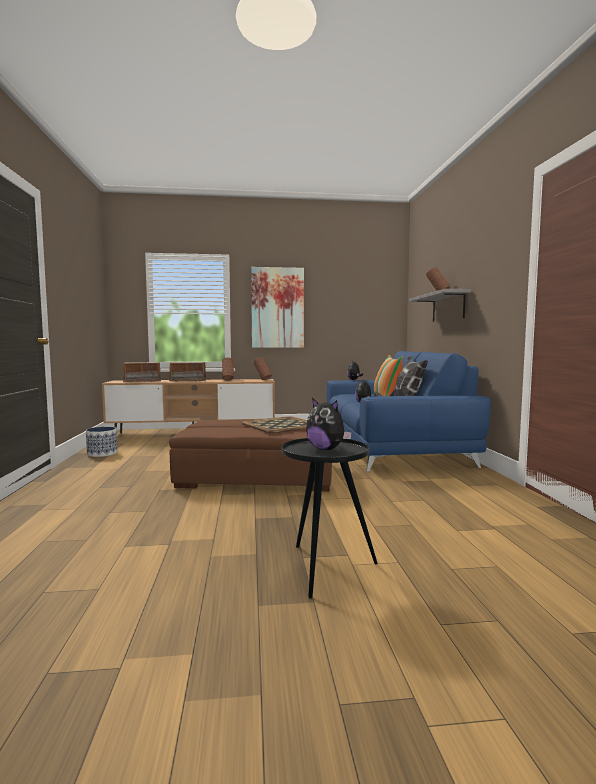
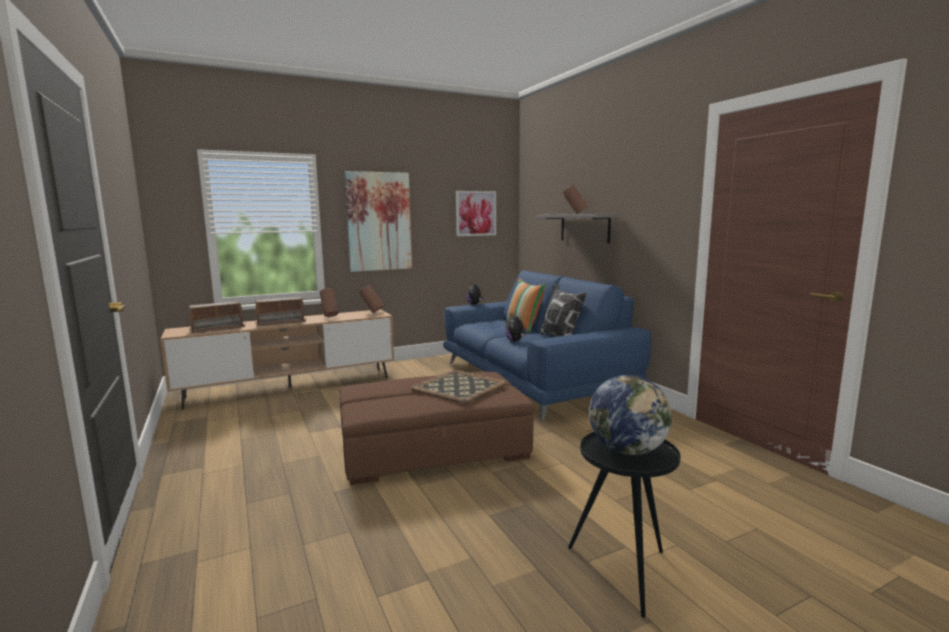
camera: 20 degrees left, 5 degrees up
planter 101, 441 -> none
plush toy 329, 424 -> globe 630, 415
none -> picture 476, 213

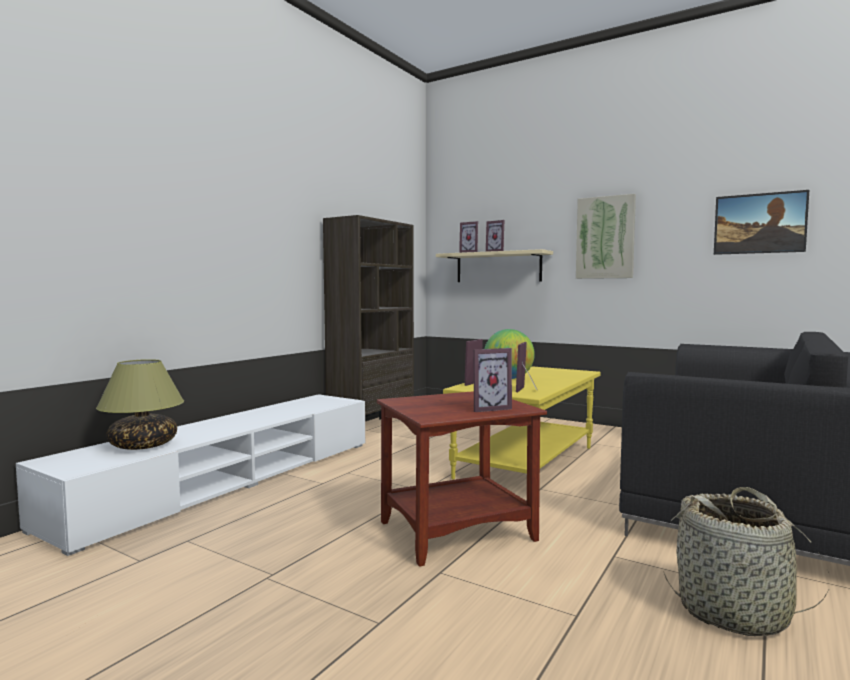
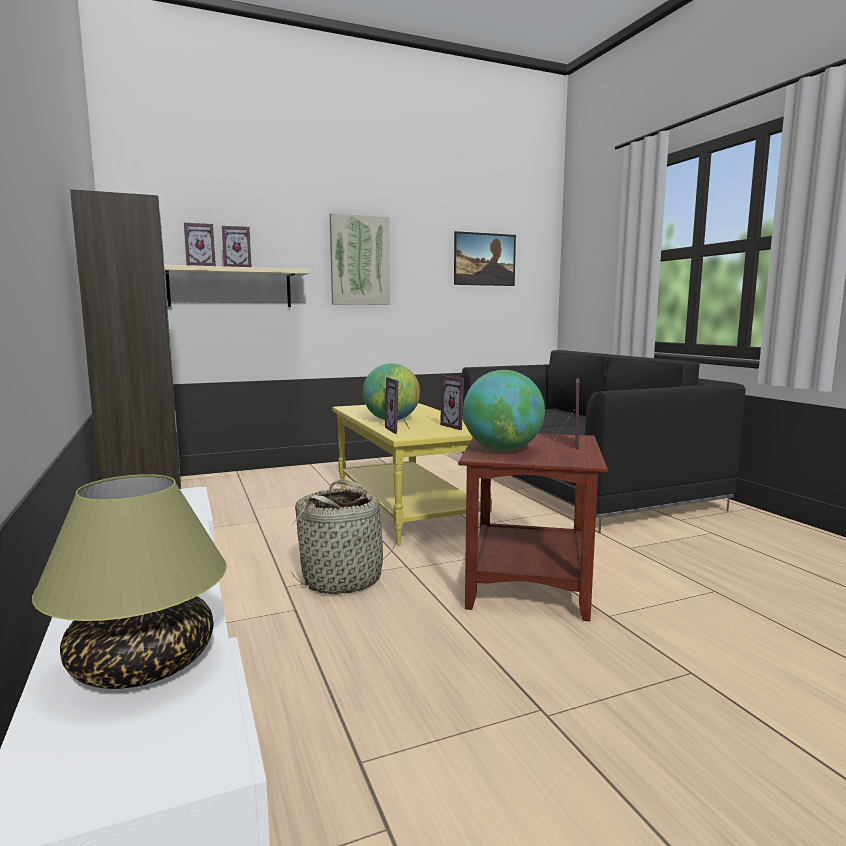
camera: 55 degrees left, 5 degrees up
basket 746, 561 -> basket 345, 537, move
none -> globe 504, 410

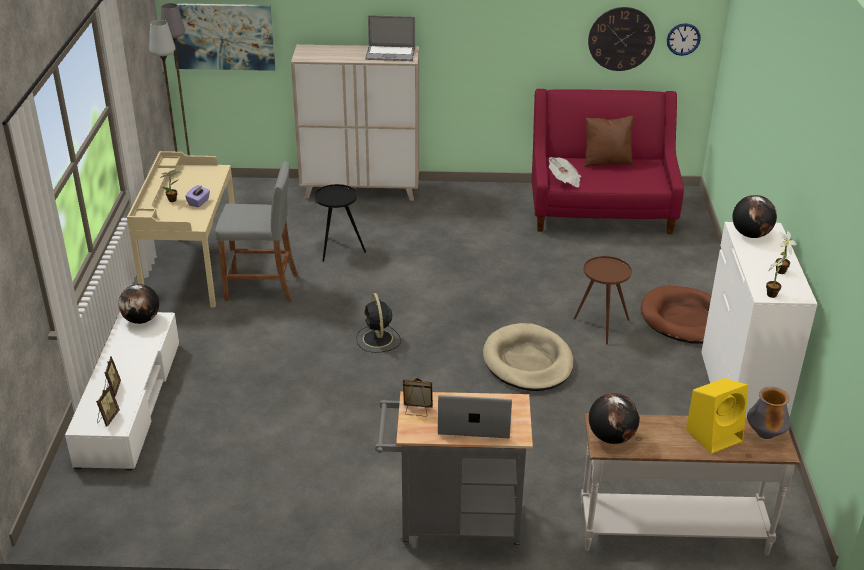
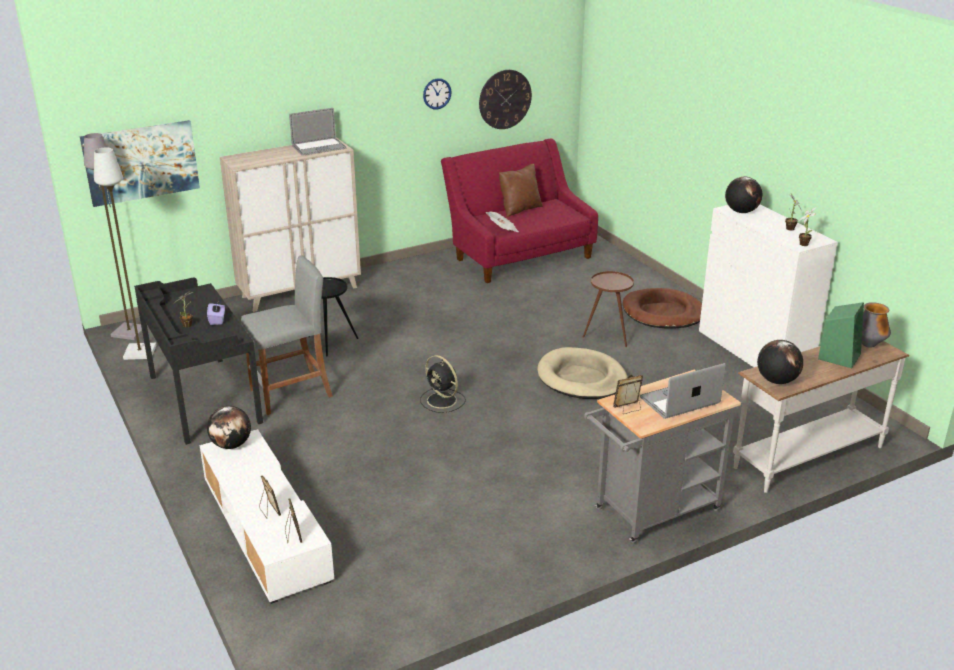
camera: 30 degrees left, 5 degrees down
desk (beige) 181, 229 -> desk (black) 198, 361
wall clock 684, 39 -> wall clock 437, 94, move
speaker (yellow) 717, 416 -> speaker (green) 841, 335

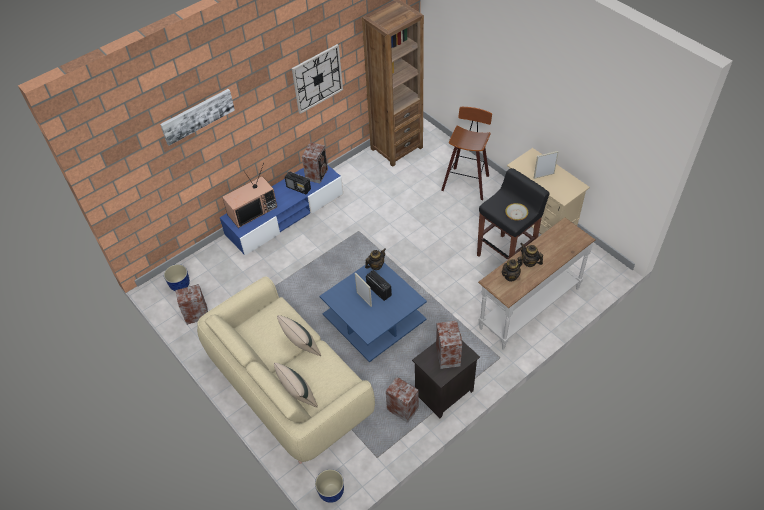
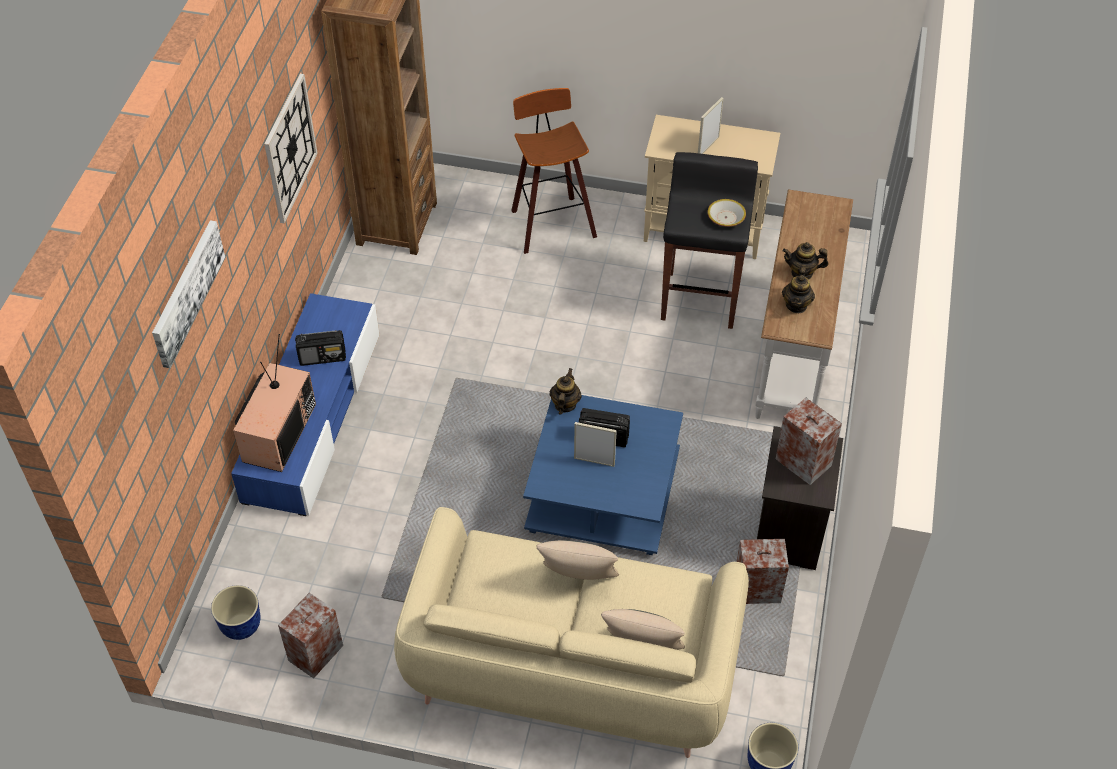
camera: 40 degrees left, 0 degrees up
speaker 315, 163 -> none

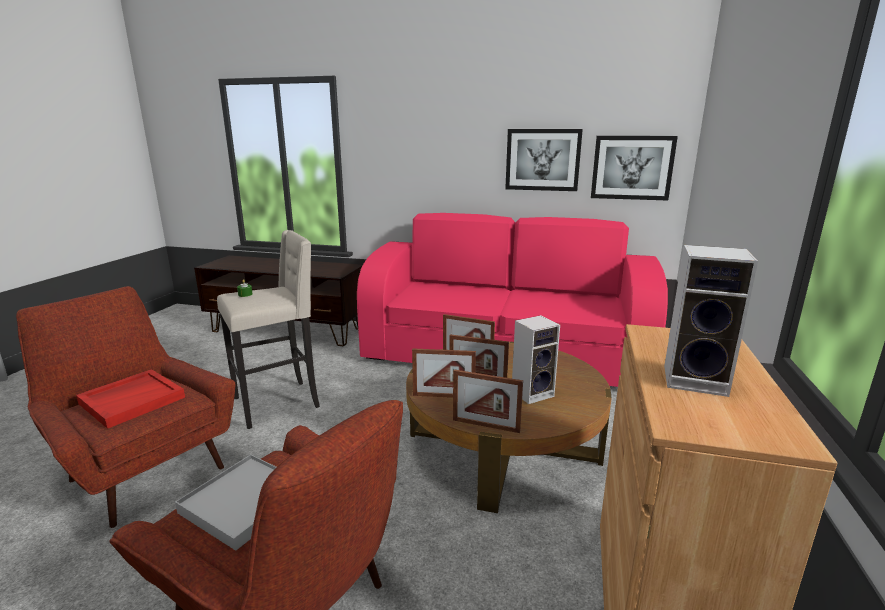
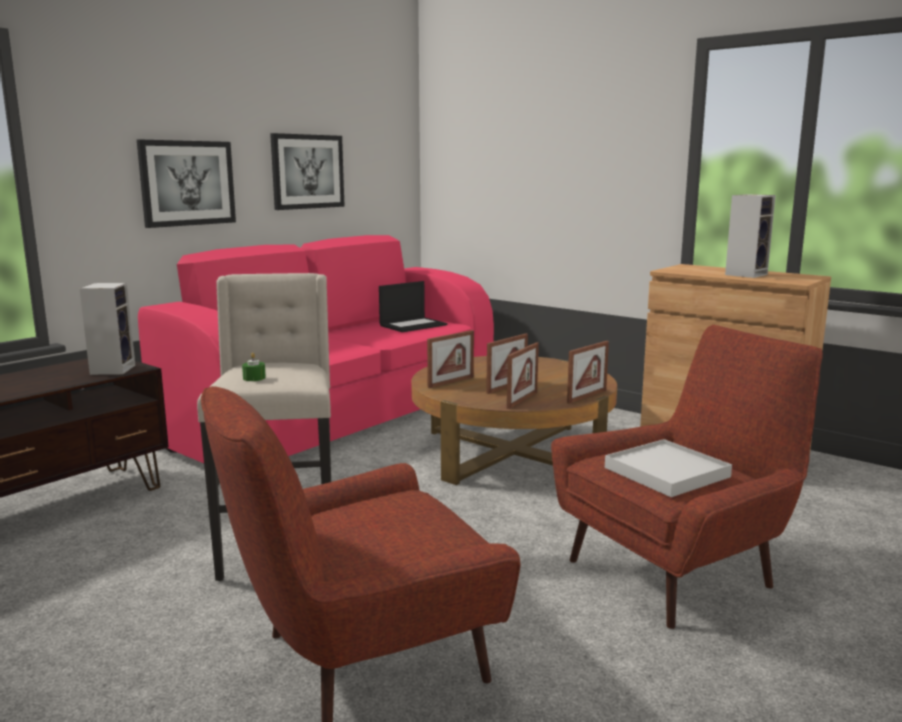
camera: 65 degrees left, 5 degrees down
tray (red) 130, 399 -> none
speaker 536, 359 -> speaker 107, 329, move
picture 634, 168 -> picture 186, 183, move
none -> laptop 413, 306

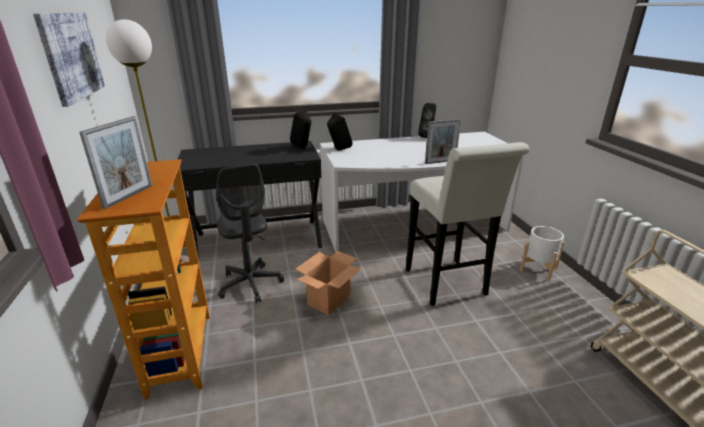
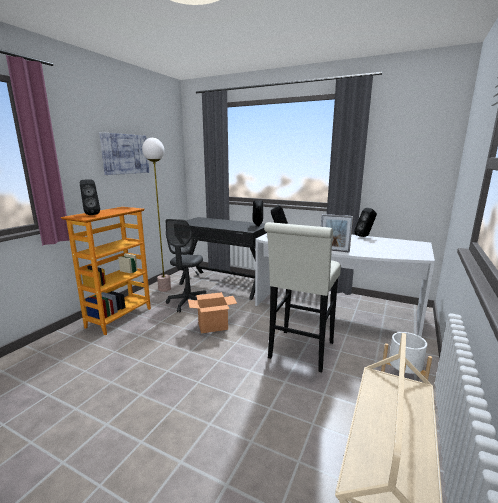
camera: 40 degrees right, 10 degrees down
picture frame 115, 162 -> speaker (black) 90, 197

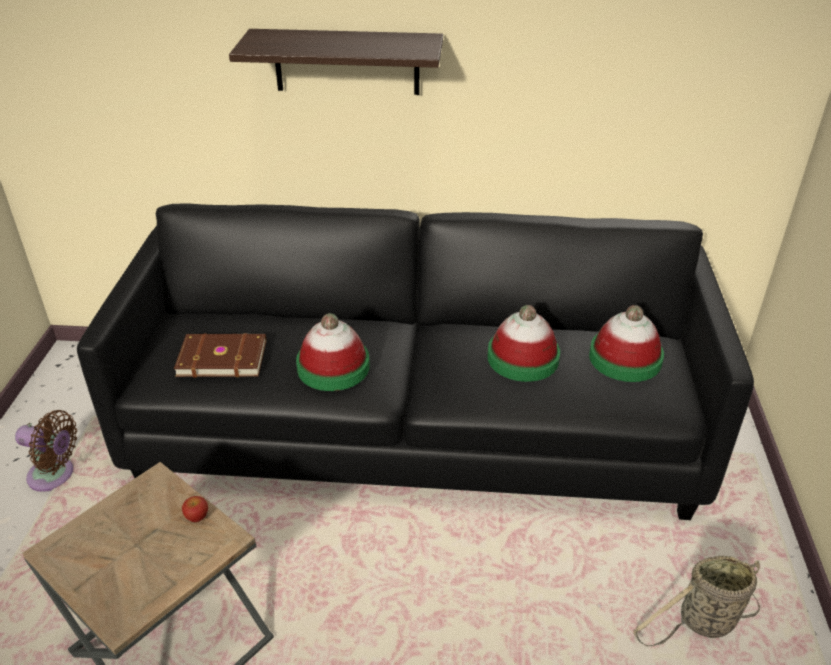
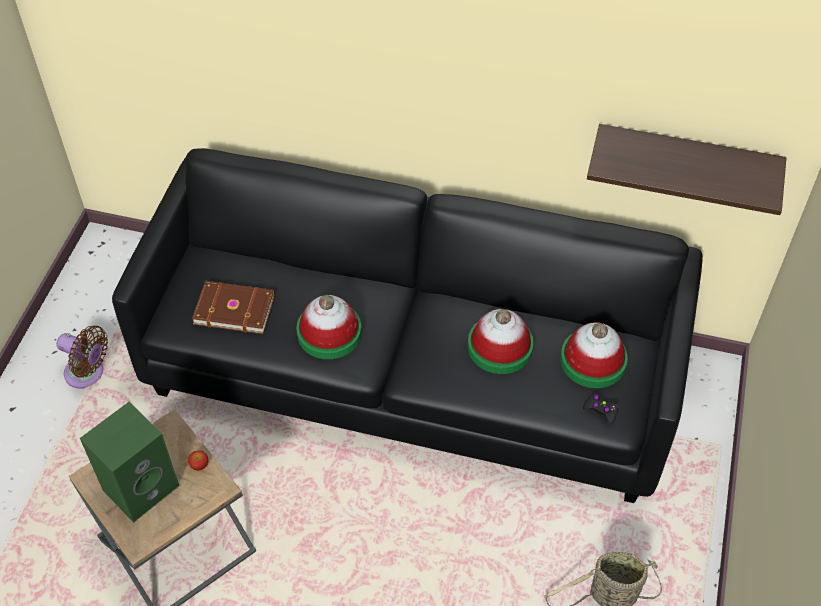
camera: 10 degrees right, 15 degrees up
shelf 336, 62 -> shelf 687, 169, move
none -> speaker (green) 129, 462
none -> game controller (black) 600, 409

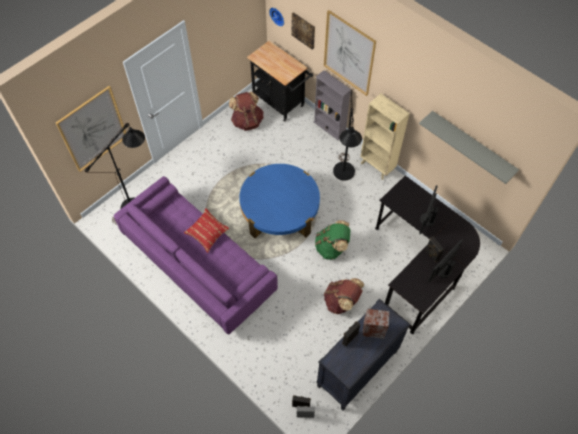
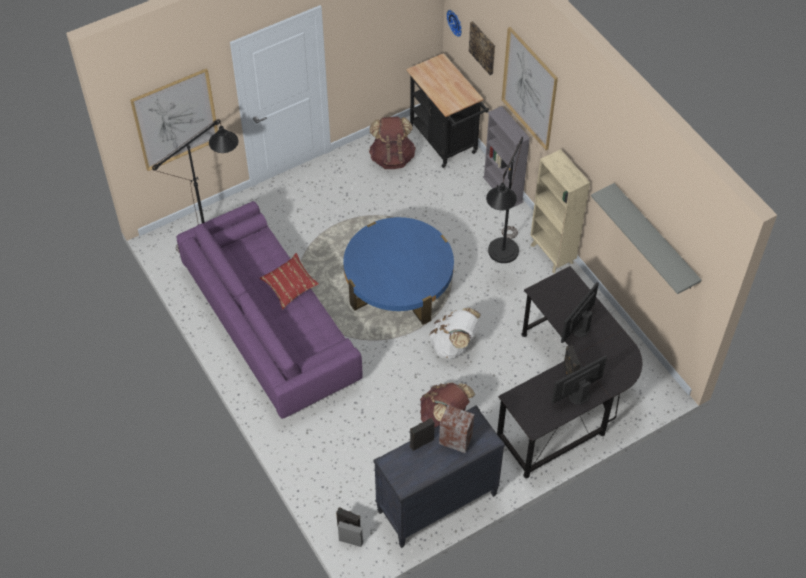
camera: 15 degrees right, 5 degrees down
backpack (green) 332, 240 -> backpack (white) 455, 333

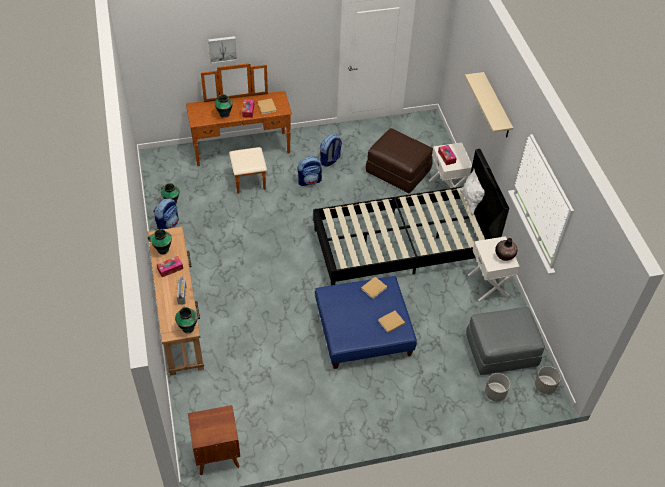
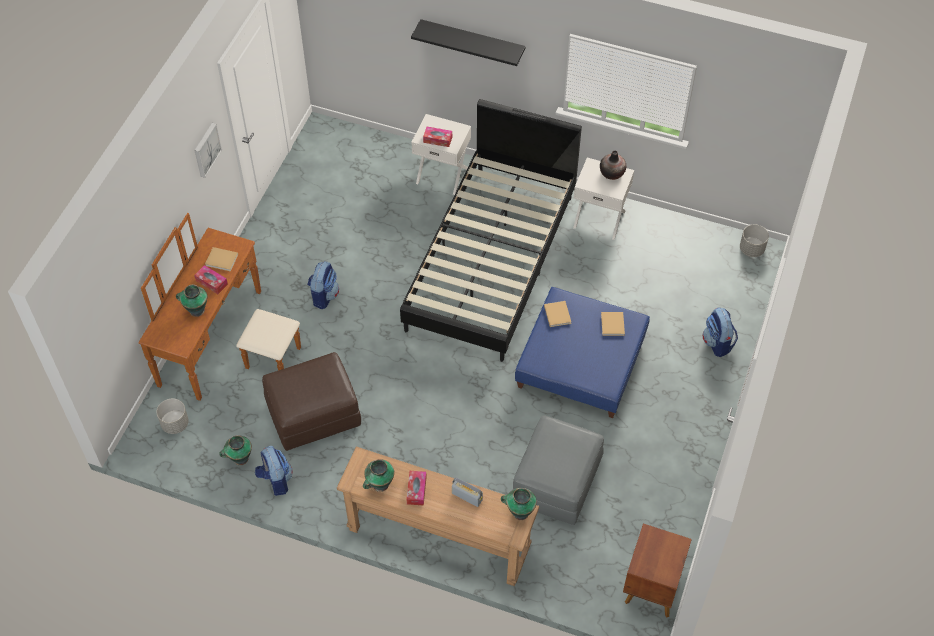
camera: 55 degrees left, 5 degrees up
picture 222, 49 -> picture 208, 150, move
backpack 331, 150 -> backpack 720, 332, move
ottoman (brown) 399, 160 -> ottoman (brown) 311, 401, move
pillow (white) 472, 192 -> none
shelf (beige) 489, 105 -> shelf (black) 468, 42
ottoman (grey) 505, 341 -> ottoman (grey) 558, 470, move
planter (grey) 497, 387 -> planter (grey) 173, 416, move

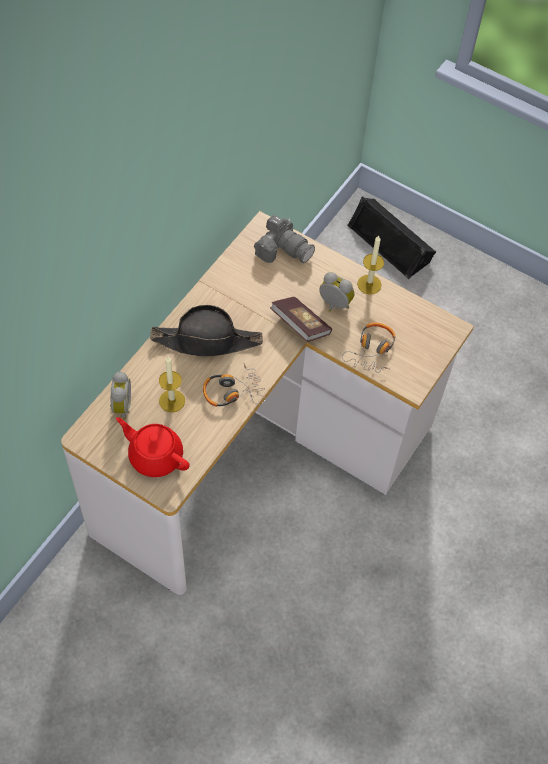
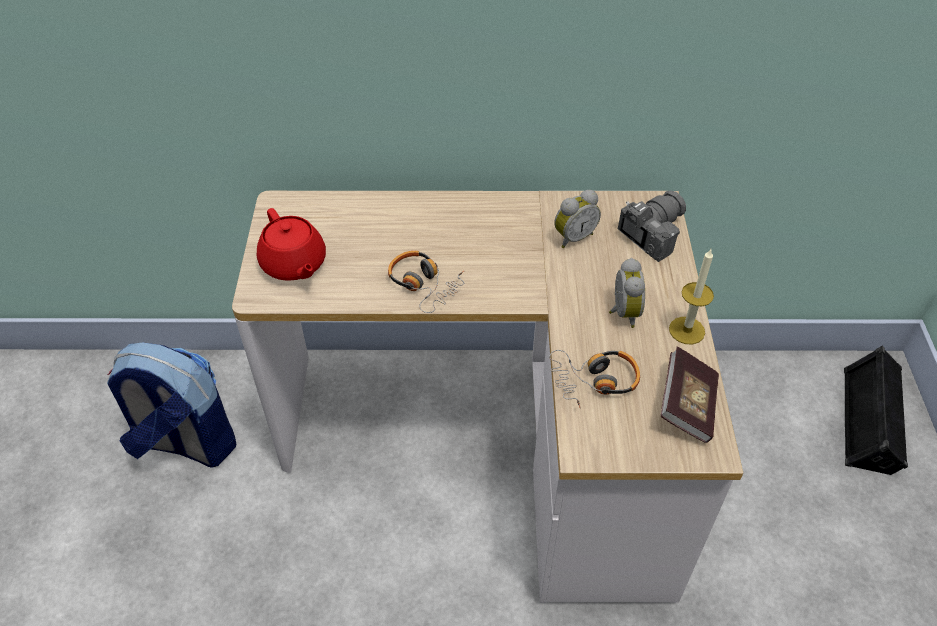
camera: 60 degrees right, 10 degrees down
alarm clock 120, 396 -> alarm clock 578, 219, move
teapot (red) 153, 447 -> teapot (red) 291, 244, 150 degrees clockwise
hat (black) 206, 330 -> none
candle 172, 384 -> none
photo camera 284, 239 -> photo camera 652, 226, 135 degrees counterclockwise
book 301, 319 -> book 690, 395, move
none -> backpack 171, 405

